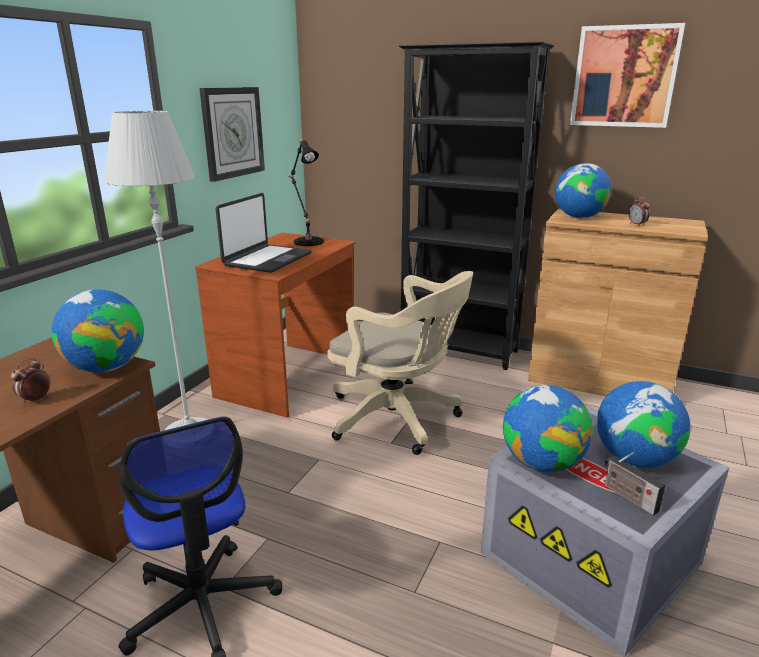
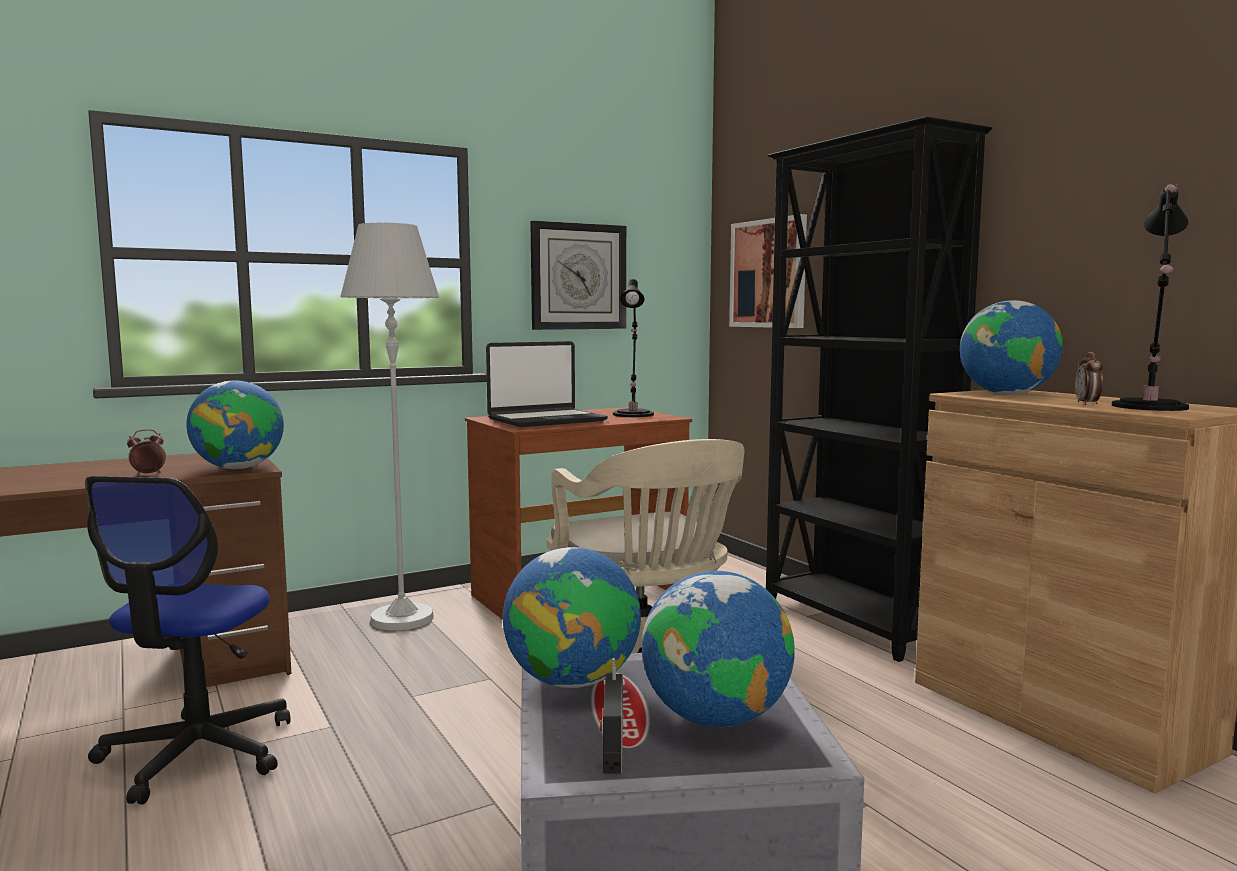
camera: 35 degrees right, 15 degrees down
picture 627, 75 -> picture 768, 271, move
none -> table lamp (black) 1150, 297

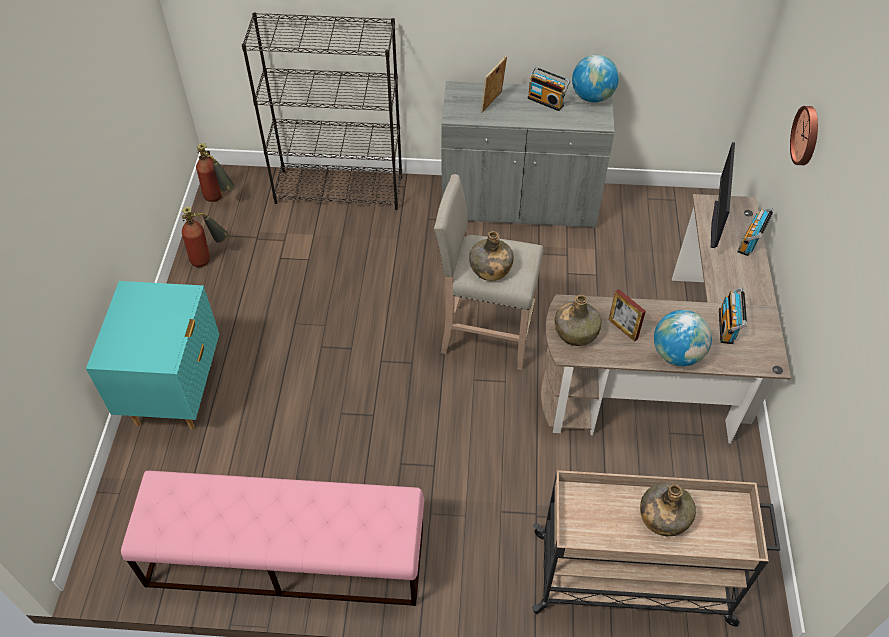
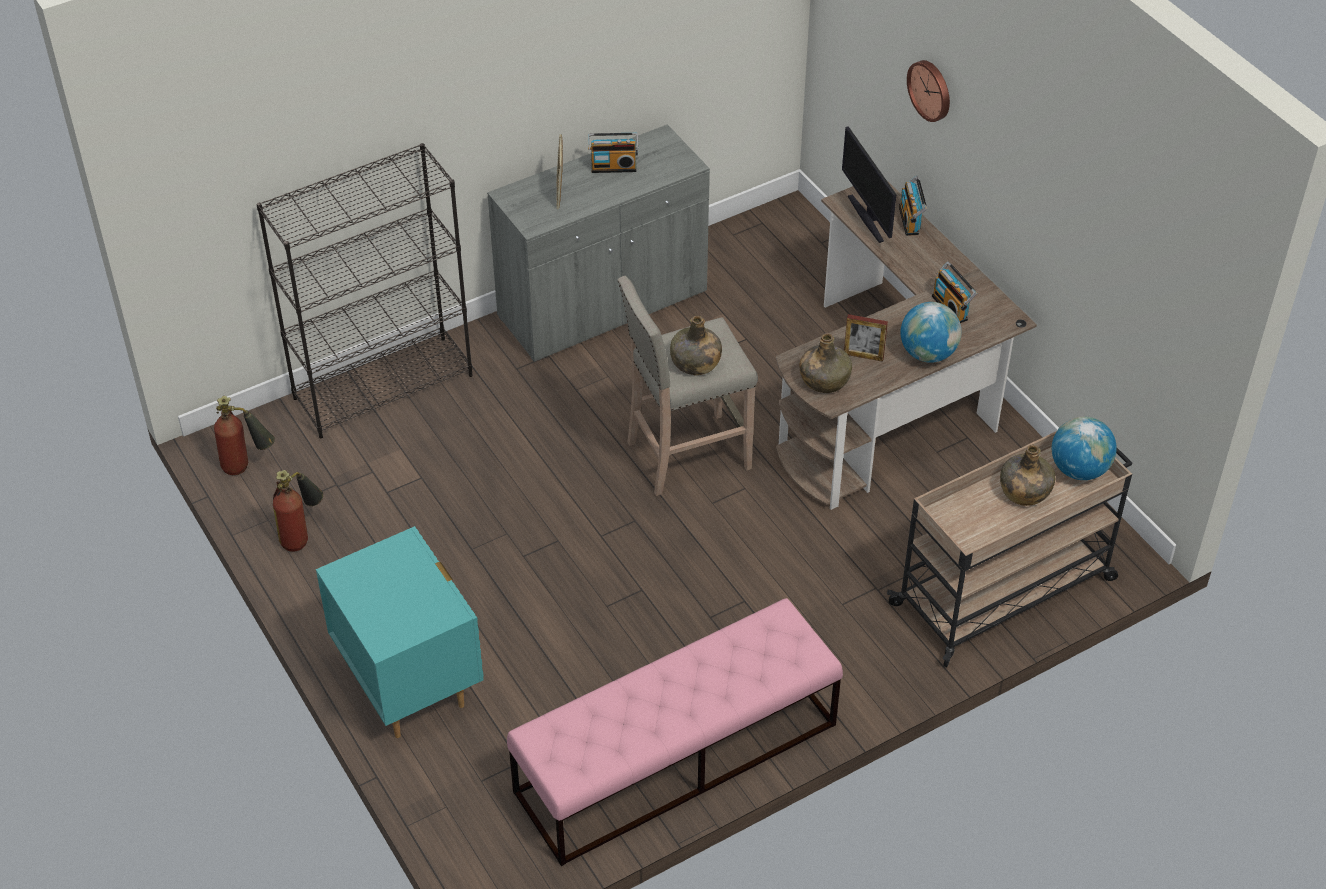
camera: 35 degrees left, 5 degrees down
globe 595, 79 -> globe 1084, 448, move

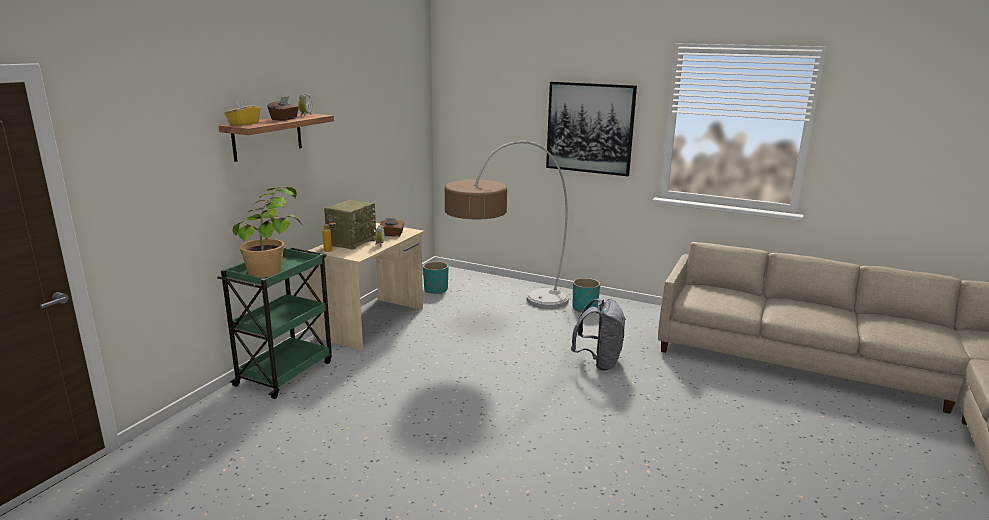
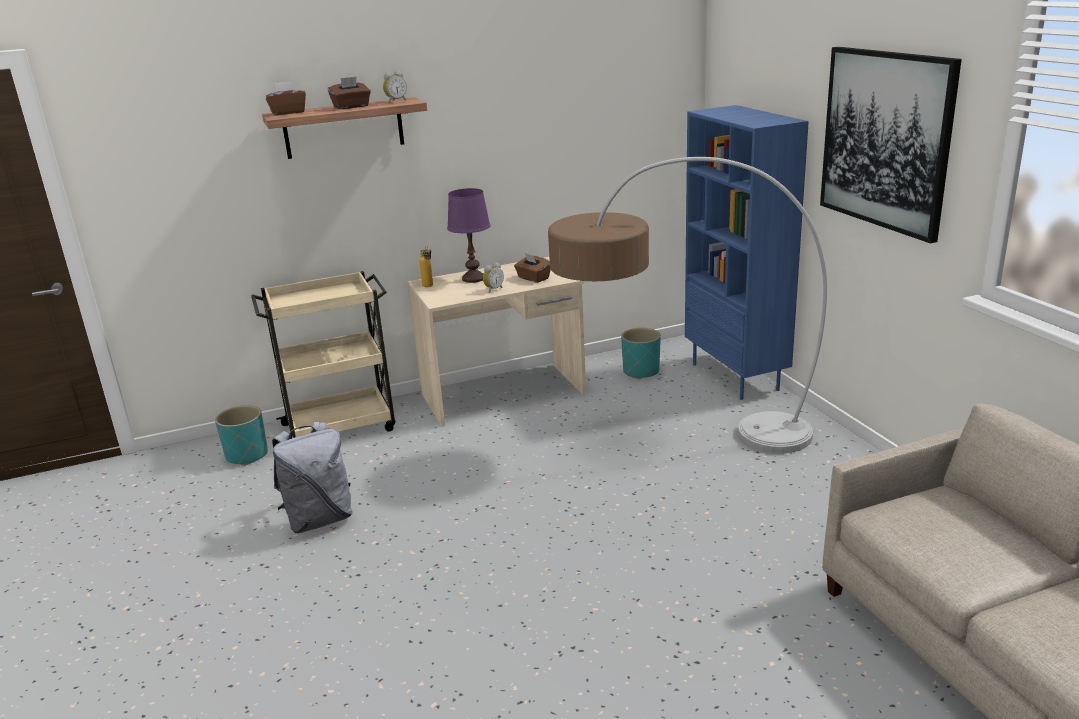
camera: 45 degrees right, 5 degrees up
cart (green) 274, 323 -> cart (beige) 323, 354
tissue box (yellow) 242, 112 -> tissue box (brown) 286, 98
potted plant 267, 232 -> none
radio 350, 225 -> table lamp (purple) 468, 235
backpack (grey) 598, 335 -> backpack (grey) 312, 477, move
planter (turquoise) 586, 295 -> planter (turquoise) 241, 435, move
none -> bookcase (blue) 747, 252

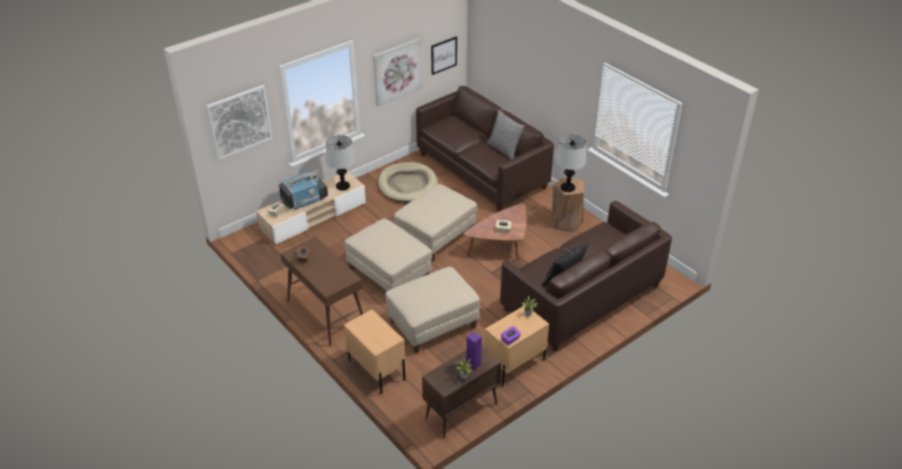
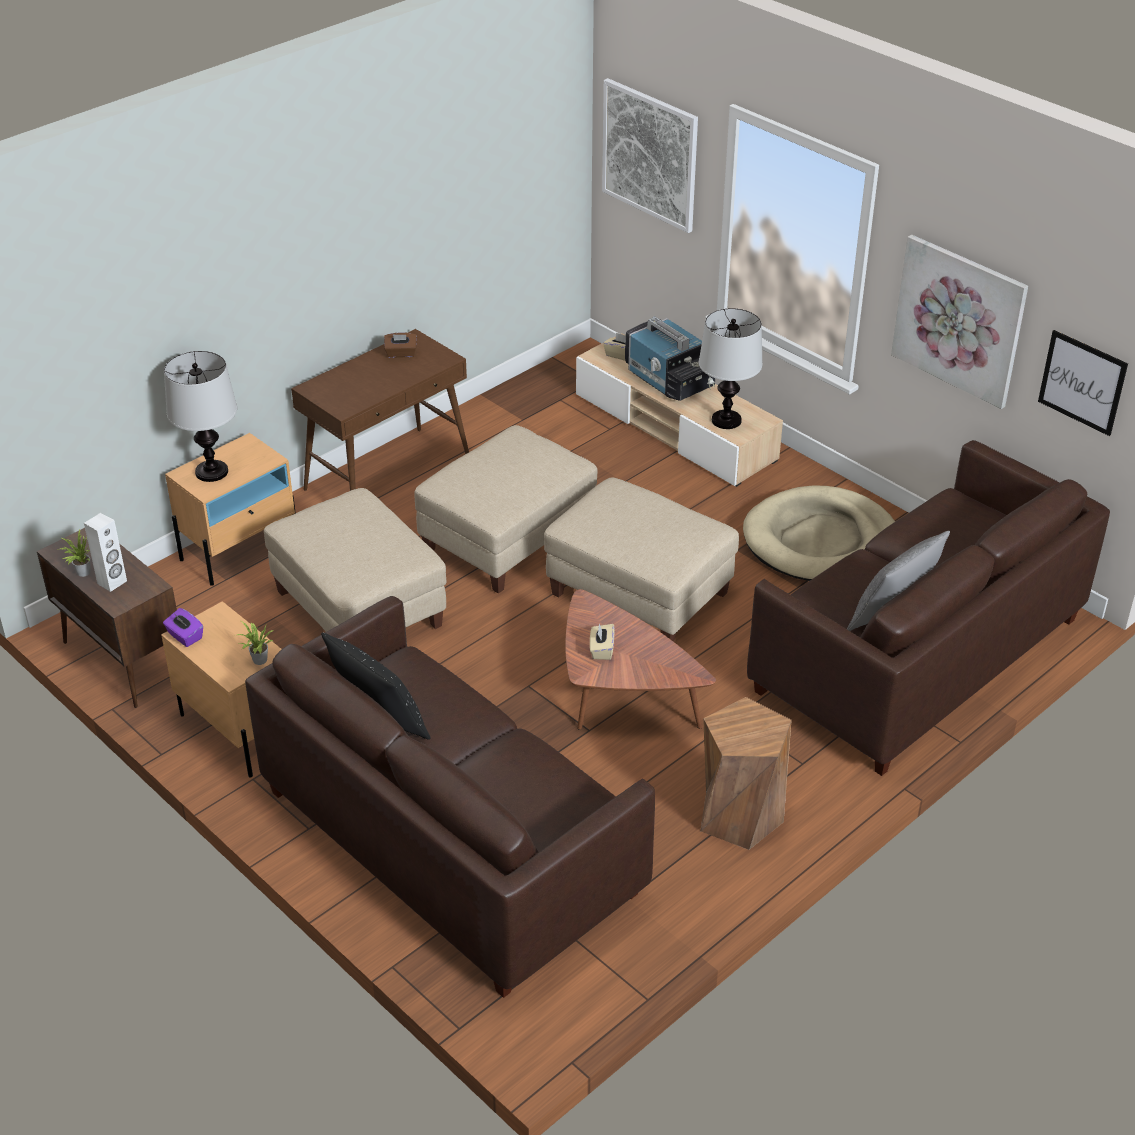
camera: 85 degrees right, 0 degrees up
speaker (purple) 474, 351 -> speaker (white) 105, 552
table lamp 570, 163 -> table lamp 200, 416, move

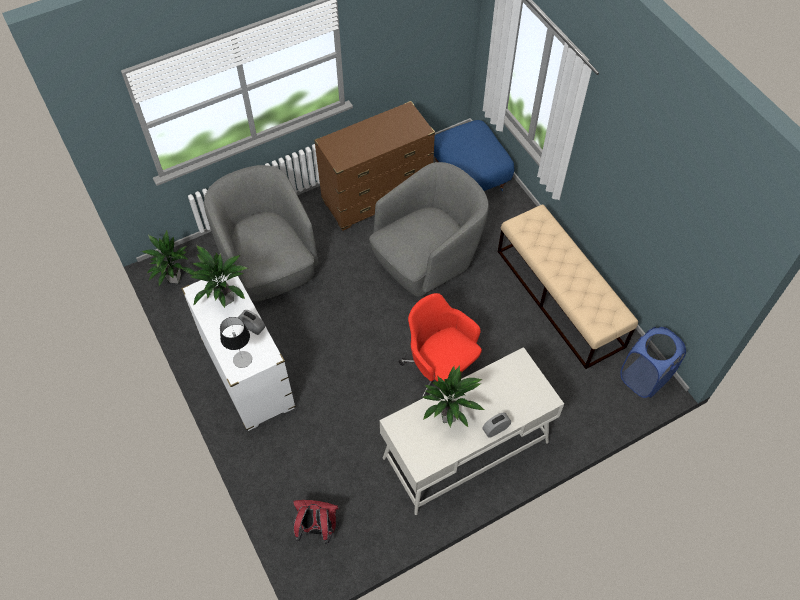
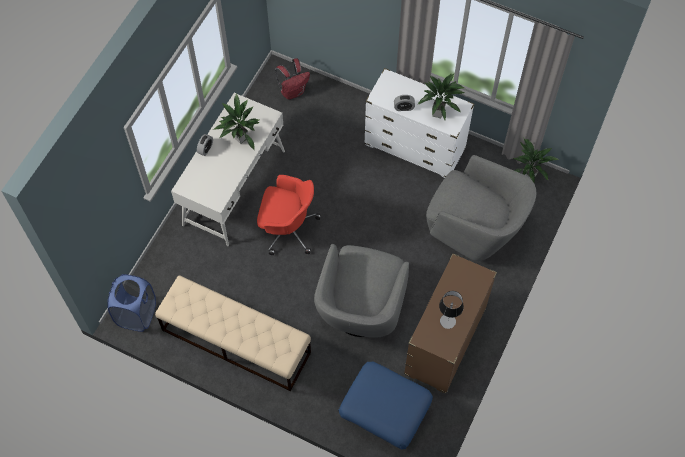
camera: 145 degrees right, 5 degrees up
table lamp 236, 342 -> table lamp 451, 310, move

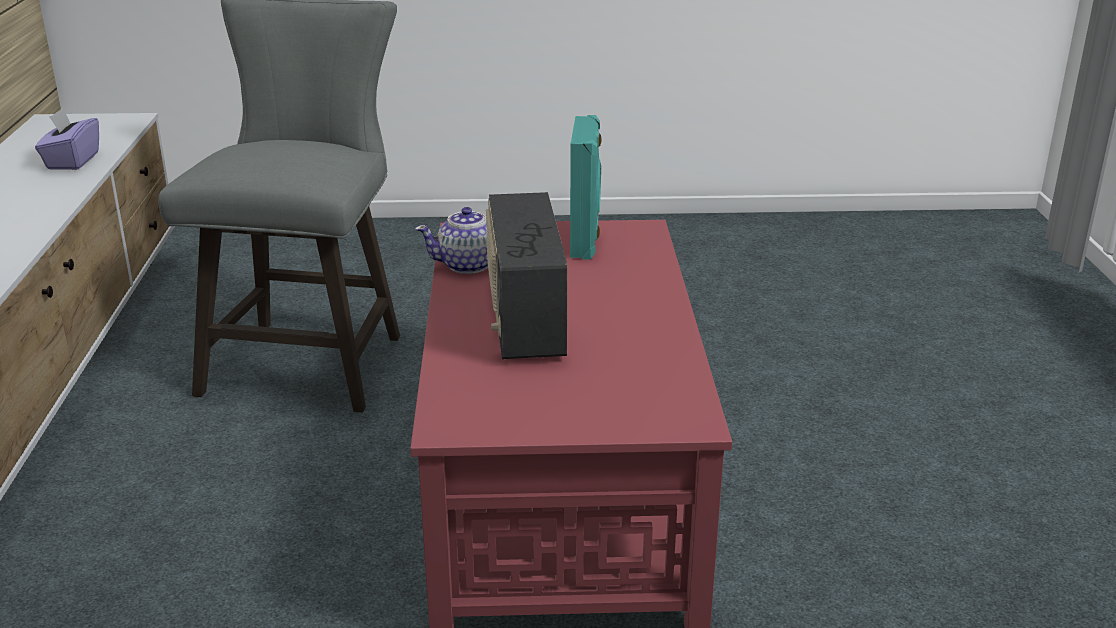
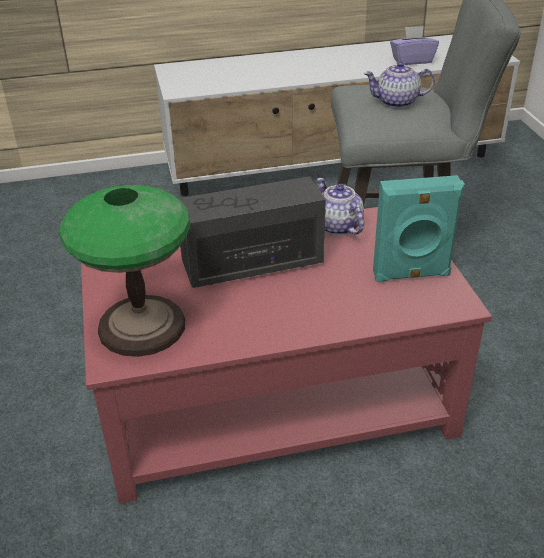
camera: 80 degrees right, 10 degrees up
none -> table lamp 125, 271
none -> teapot 399, 84

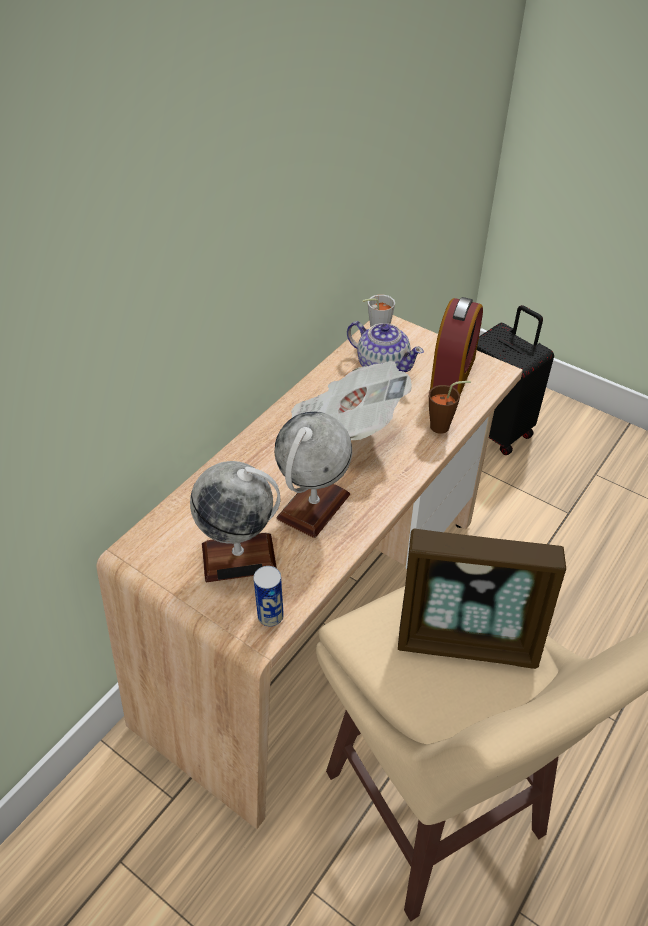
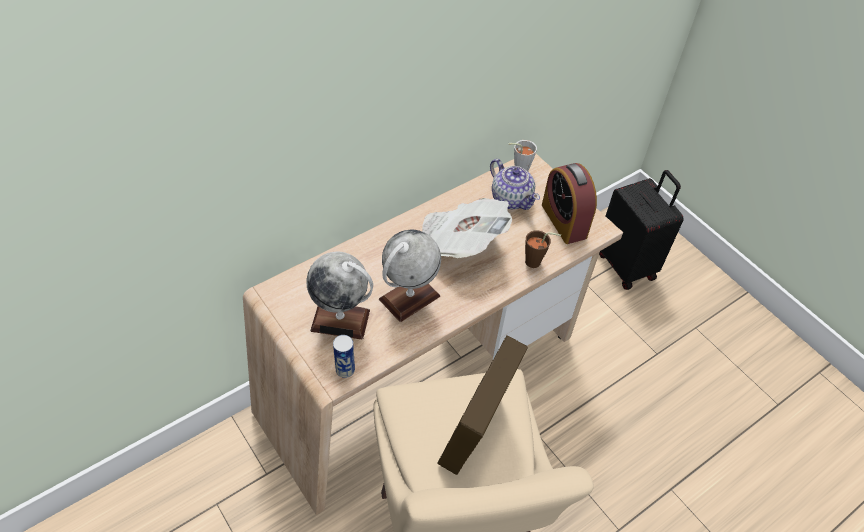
camera: 15 degrees right, 5 degrees up
picture frame 482, 599 -> picture frame 483, 405, 90 degrees clockwise
alarm clock 456, 346 -> alarm clock 569, 203, 120 degrees clockwise

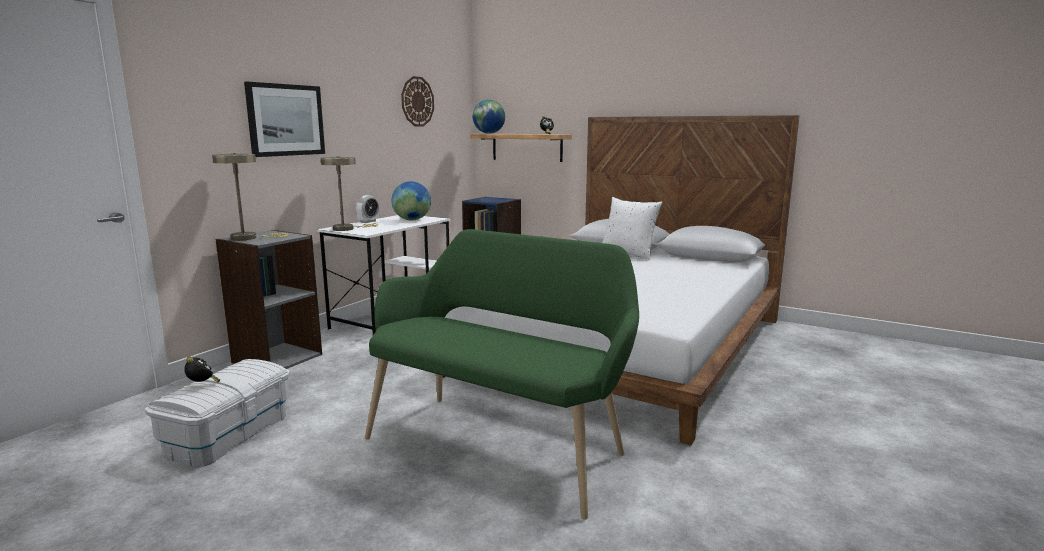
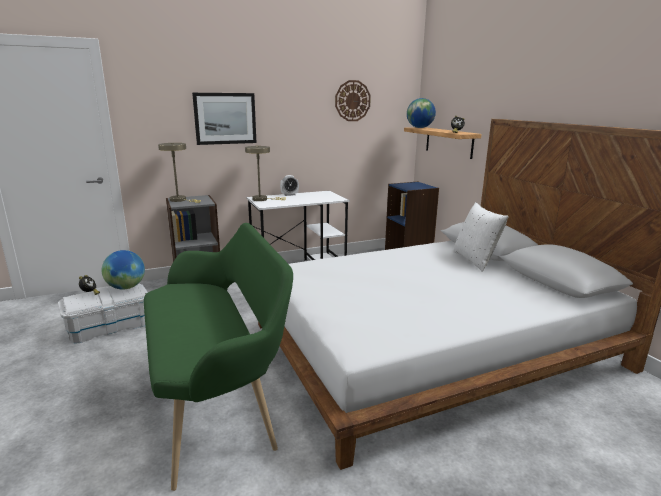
camera: 35 degrees right, 5 degrees up
globe 411, 200 -> globe 123, 270, move

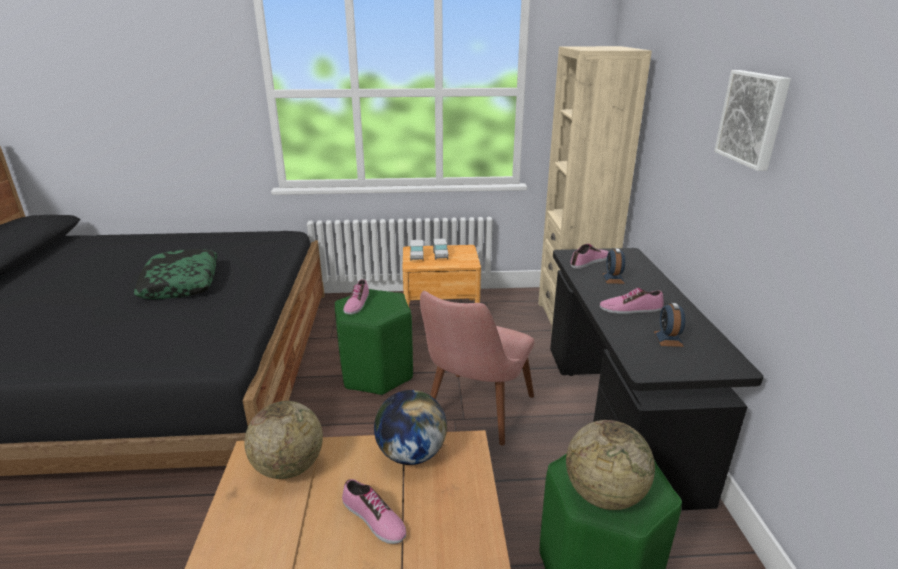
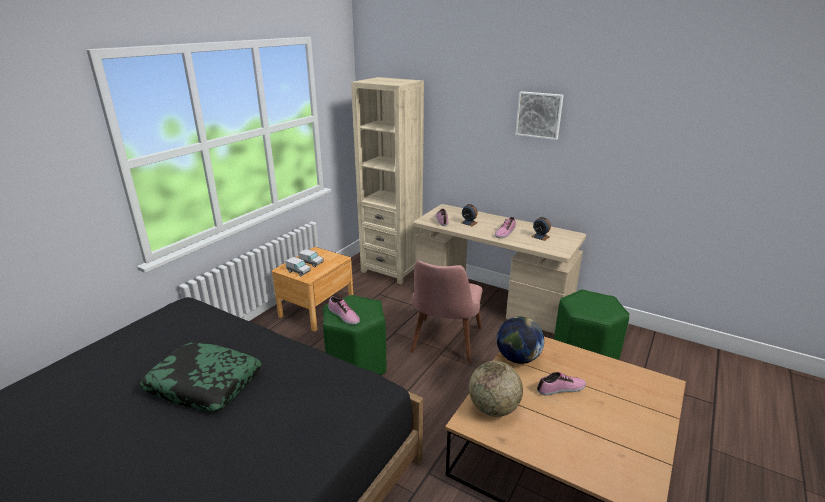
camera: 55 degrees left, 0 degrees up
chair (pink) 477, 368 -> chair (pink) 447, 311, 45 degrees clockwise
desk (black) 656, 379 -> desk (beige) 500, 269
globe 610, 465 -> none

